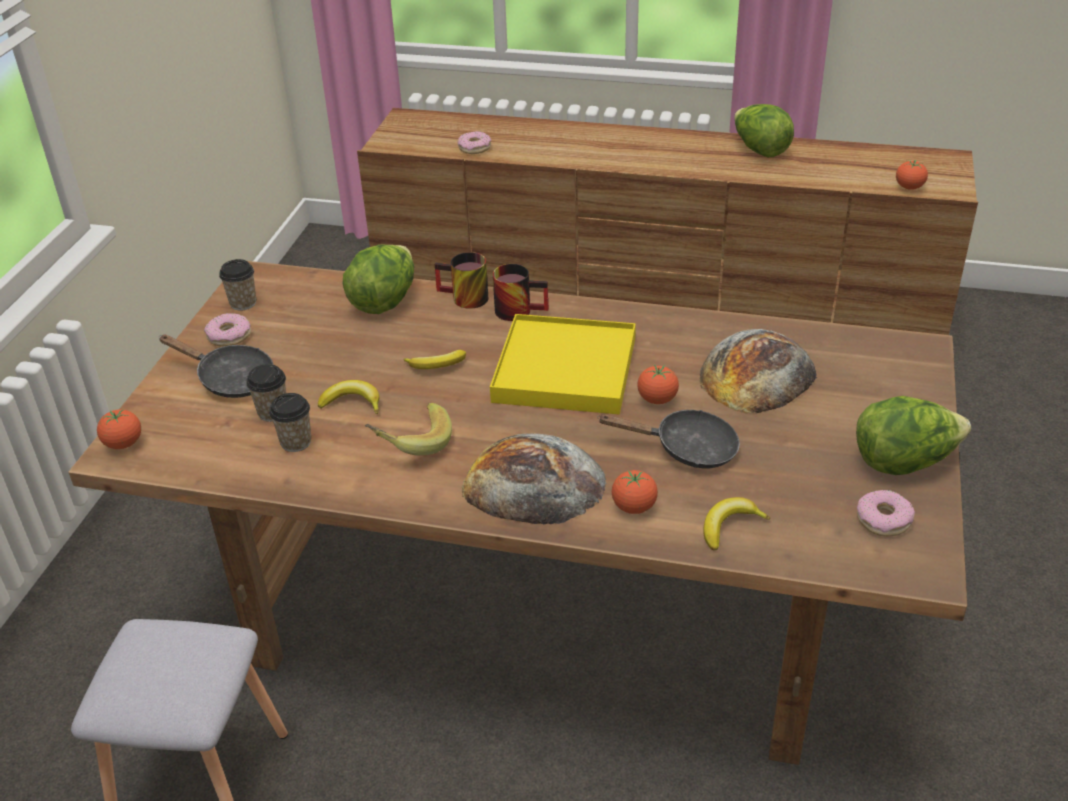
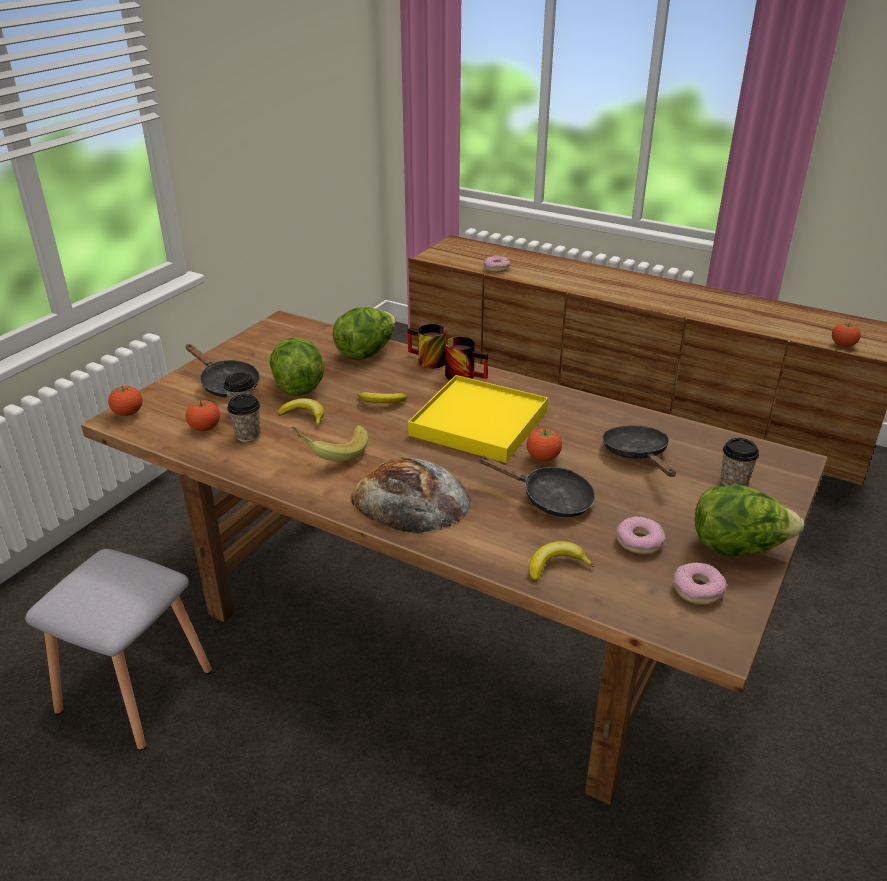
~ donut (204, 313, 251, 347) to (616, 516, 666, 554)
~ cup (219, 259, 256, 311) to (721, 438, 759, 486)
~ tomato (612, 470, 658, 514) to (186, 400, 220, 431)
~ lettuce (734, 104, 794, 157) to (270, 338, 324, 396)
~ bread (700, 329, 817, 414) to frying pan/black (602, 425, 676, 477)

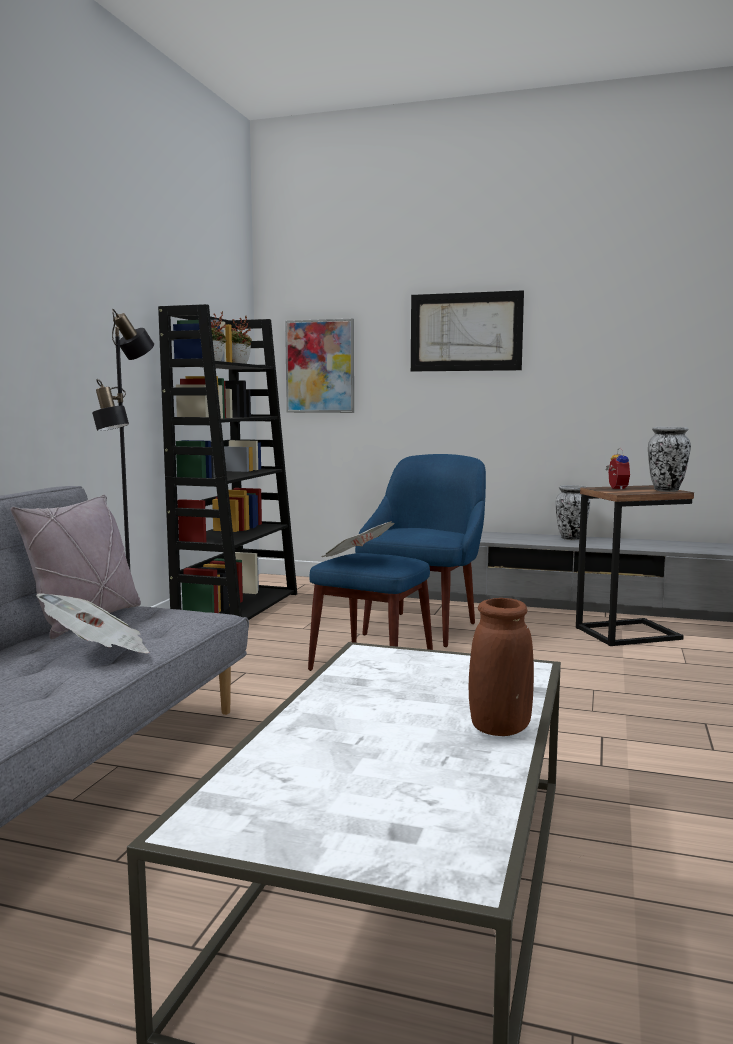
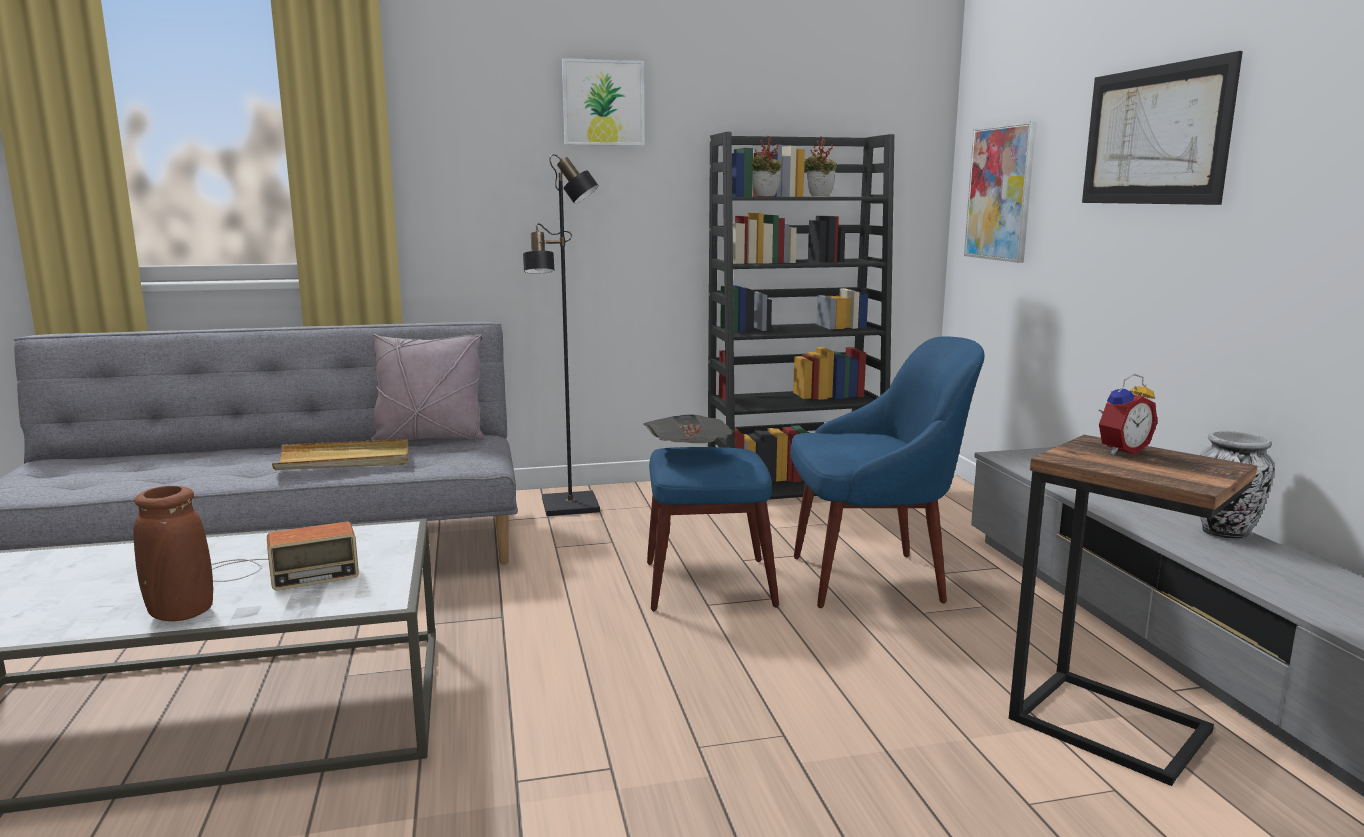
- vase (648, 427, 691, 492)
+ radio (211, 522, 359, 590)
+ picture (562, 58, 645, 146)
~ newspaper (36, 593, 149, 653) to tray/beige (272, 439, 408, 470)

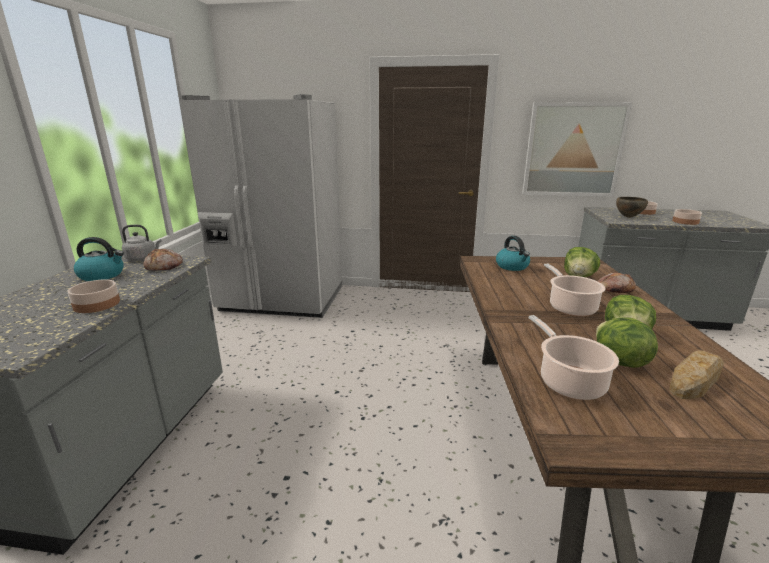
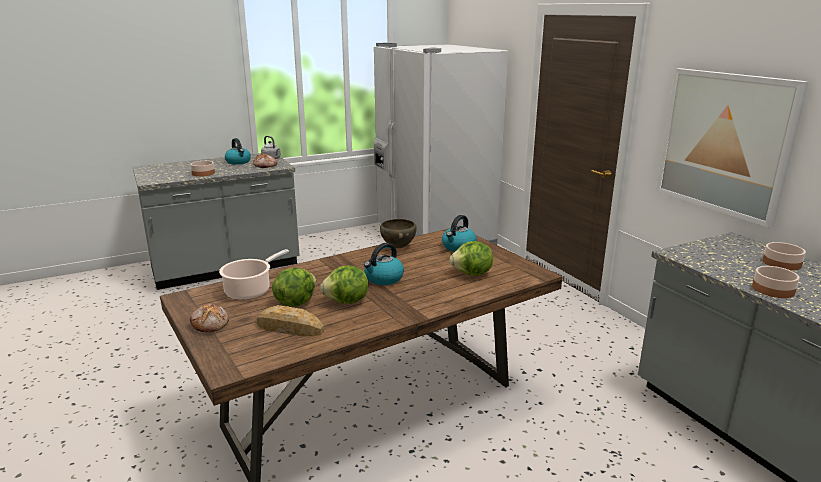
~ bread (598, 272, 636, 293) to (190, 304, 229, 332)
~ bowl/brown (616, 197, 648, 218) to (380, 219, 416, 248)
~ cooking pot (544, 264, 605, 316) to kettle (364, 243, 404, 285)

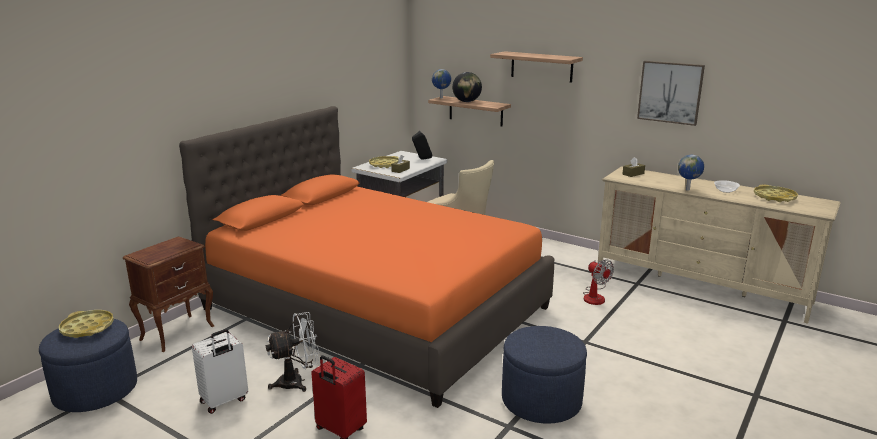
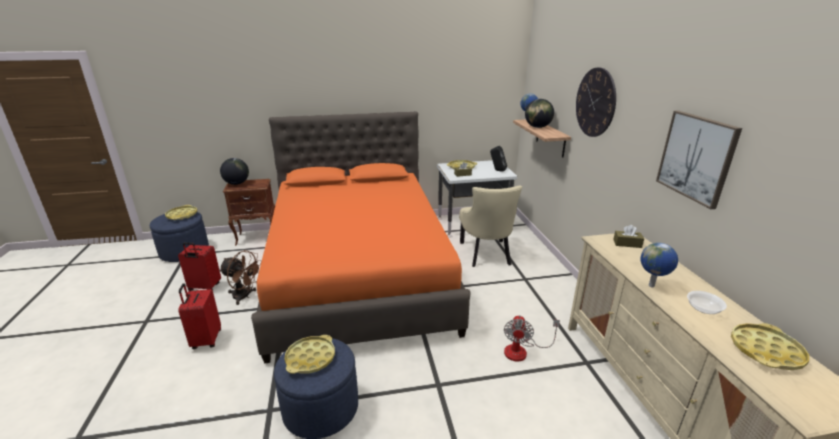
+ globe (220, 158, 249, 185)
+ tray/yellow (285, 335, 335, 374)
~ shelf (490, 51, 583, 83) to wall clock (576, 68, 616, 137)
~ suitcase/white (192, 329, 248, 414) to suitcase/red (178, 242, 221, 291)
~ fan/white (266, 312, 319, 392) to fan/brown (219, 250, 261, 305)

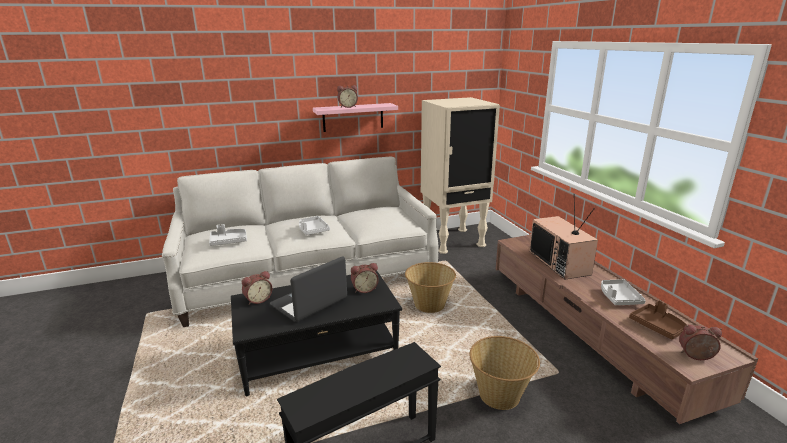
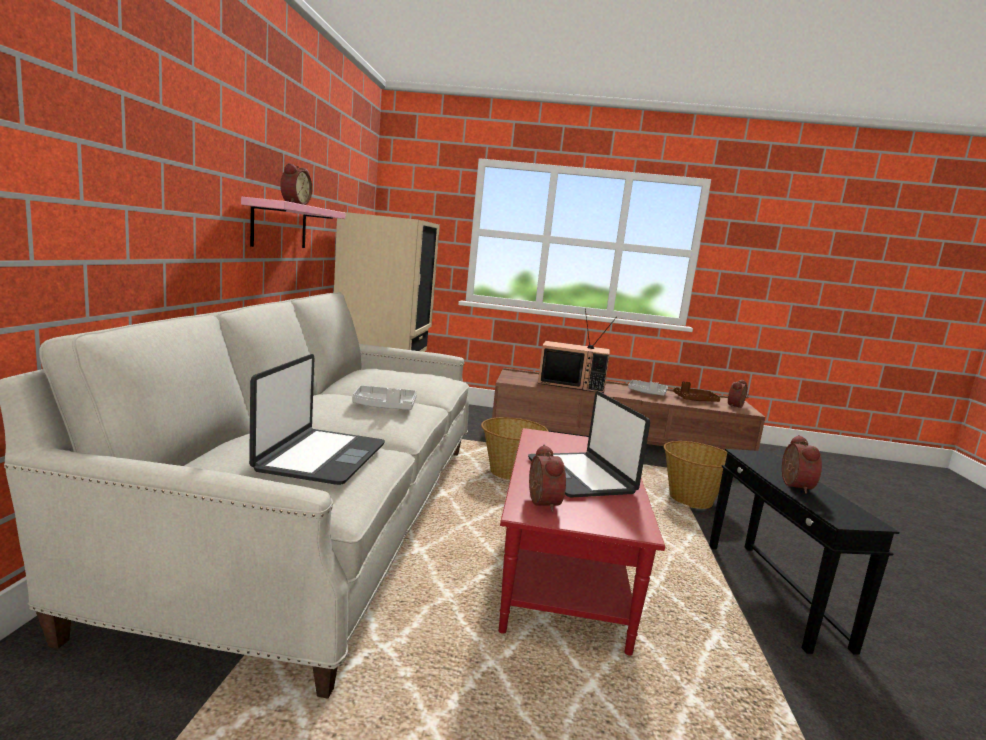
~ alarm clock (351, 263, 379, 293) to (782, 435, 822, 494)
~ tray/grey (209, 224, 247, 246) to laptop (249, 354, 385, 485)
~ coffee table/black (231, 271, 402, 396) to coffee table/red (499, 428, 665, 656)

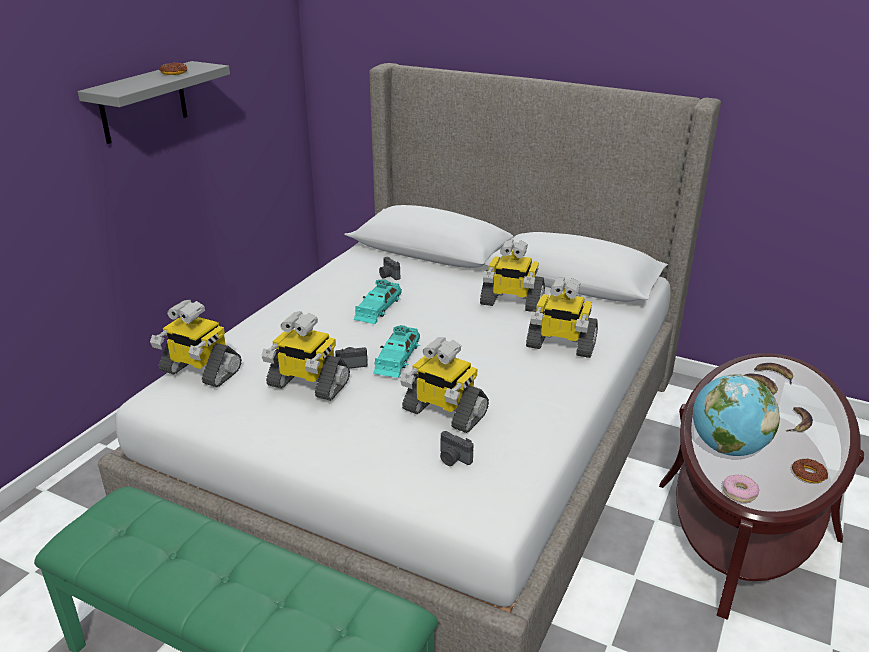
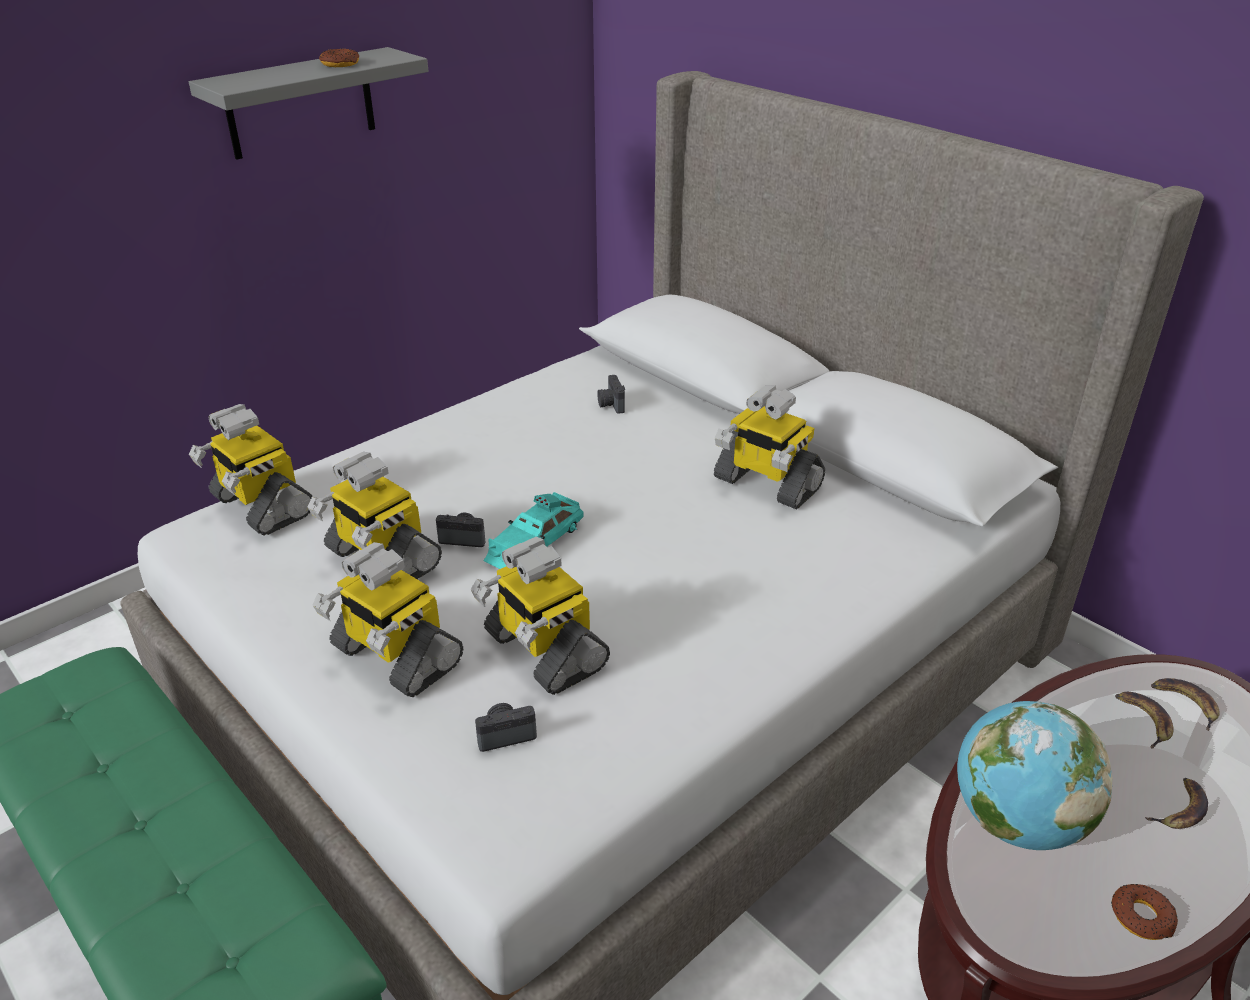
- toy car/turquoise (353, 279, 402, 324)
- donut (723, 475, 759, 503)
~ toy robot (526, 277, 598, 358) to (313, 542, 463, 697)
~ photo camera (440, 431, 473, 466) = (475, 703, 537, 752) 105 degrees clockwise

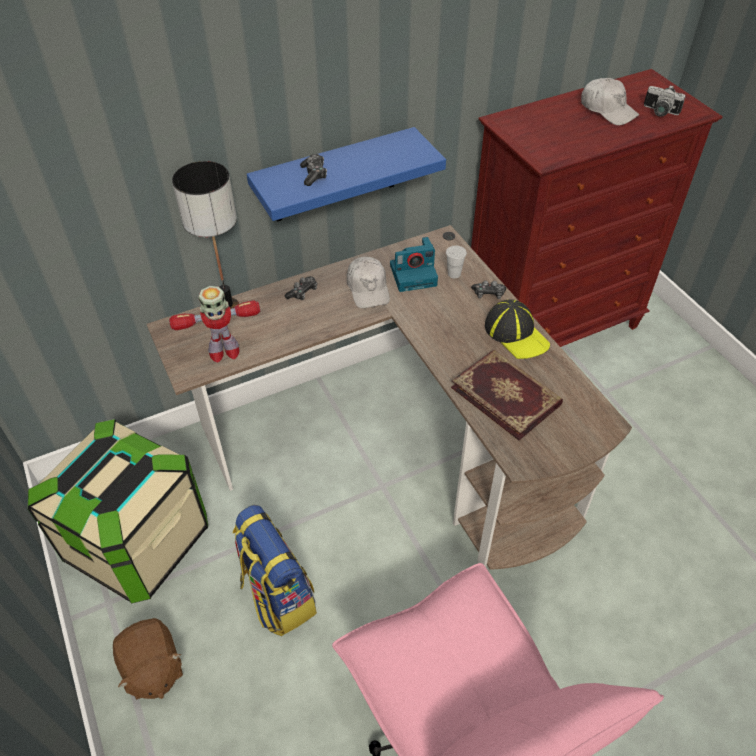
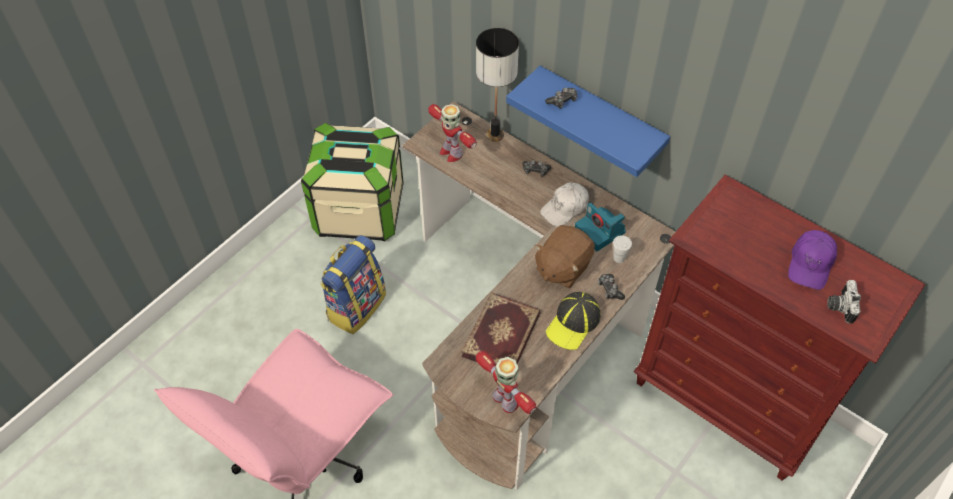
+ toy robot (475, 351, 536, 414)
~ plush toy/brown (113, 618, 183, 699) to (534, 225, 595, 288)
~ cap/white (581, 78, 639, 125) to cap/purple (788, 230, 837, 290)

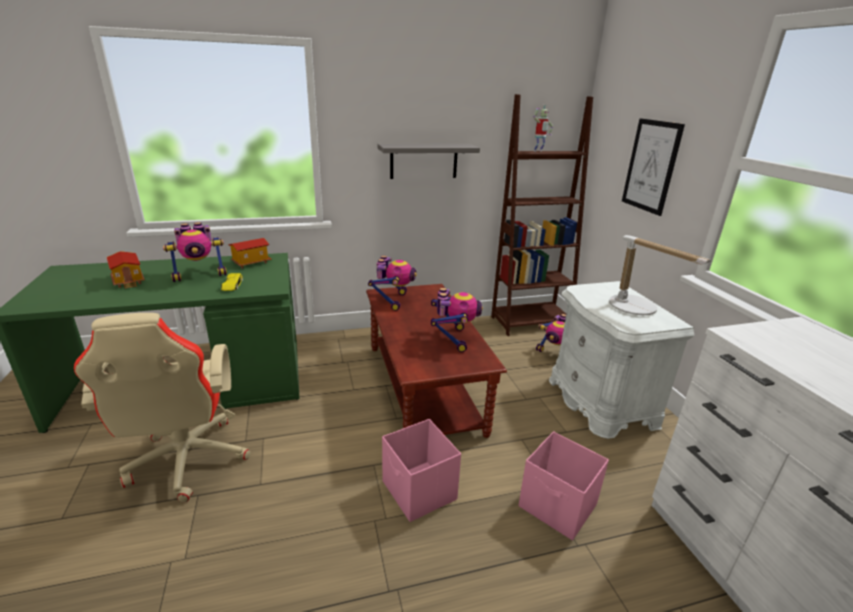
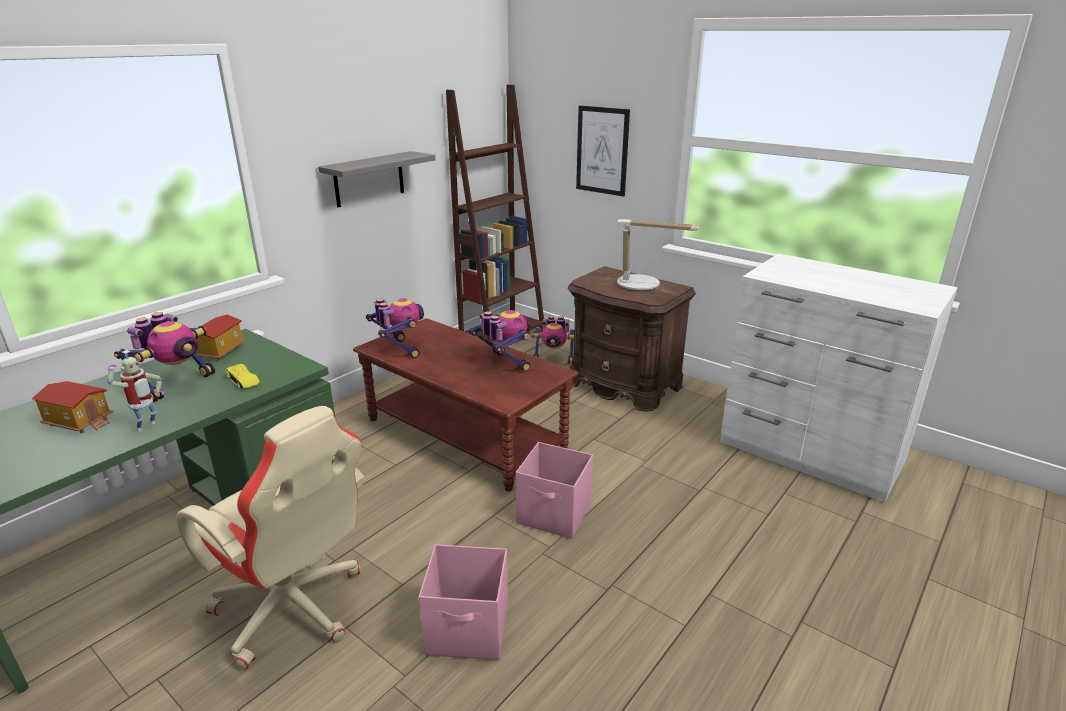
~ storage box/pink (519, 431, 609, 540) to (419, 544, 508, 660)
~ toy robot (534, 105, 553, 152) to (107, 350, 164, 432)
~ nightstand/white (549, 281, 695, 439) to nightstand/brown (568, 266, 696, 412)

